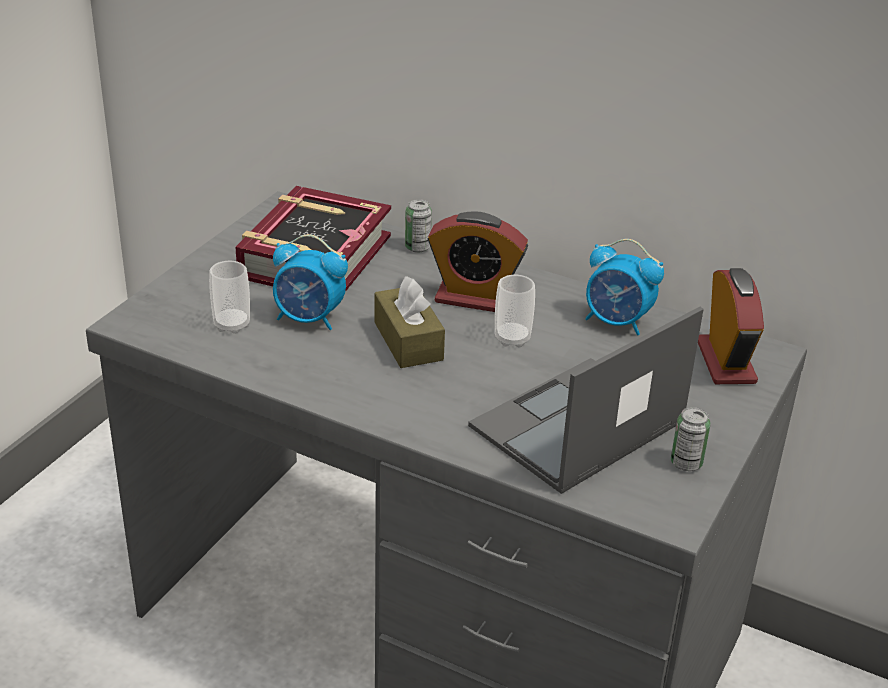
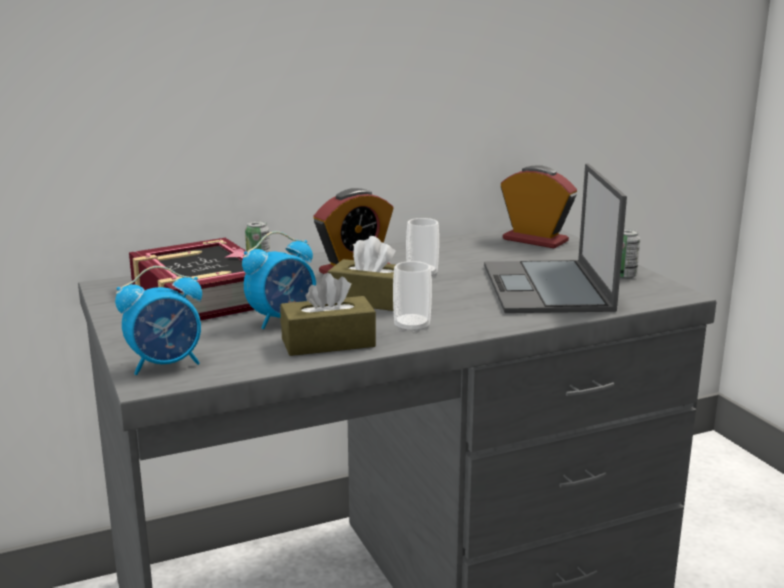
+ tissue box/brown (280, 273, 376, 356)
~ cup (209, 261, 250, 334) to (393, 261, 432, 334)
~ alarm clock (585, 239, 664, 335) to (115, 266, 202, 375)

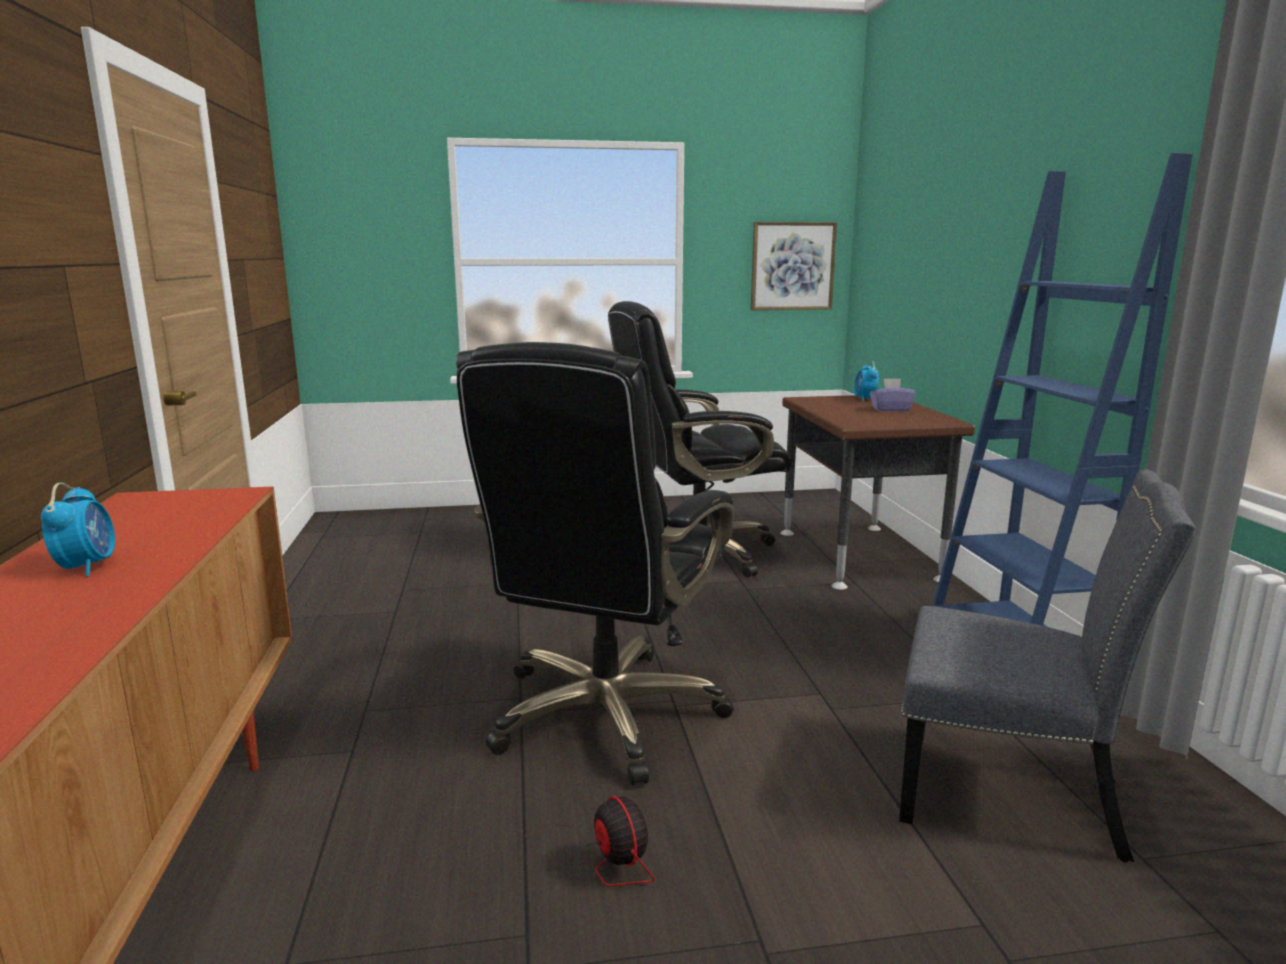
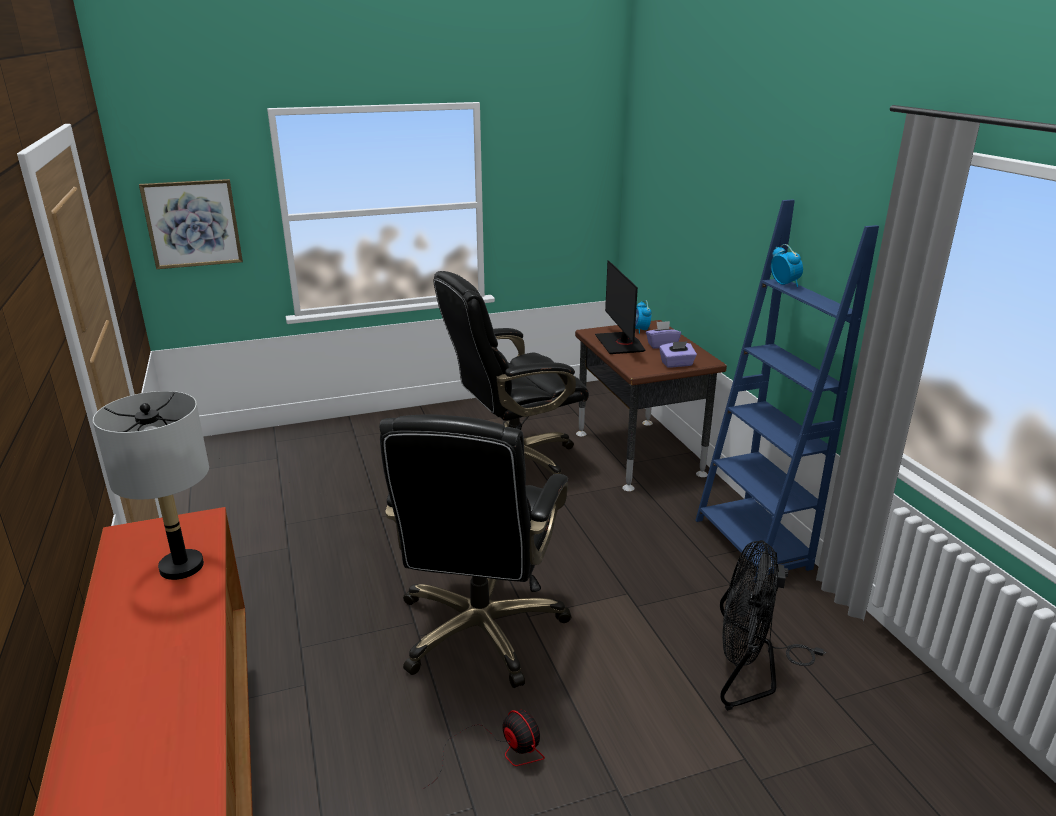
+ table lamp/grey (93, 391, 209, 580)
+ monitor (595, 260, 645, 354)
+ tissue box/purple (659, 341, 697, 368)
~ alarm clock (41, 483, 115, 577) to (771, 244, 803, 287)
~ picture (751, 222, 837, 310) to (139, 179, 243, 269)
~ chair/grey (899, 470, 1196, 862) to fan/black (720, 540, 826, 711)

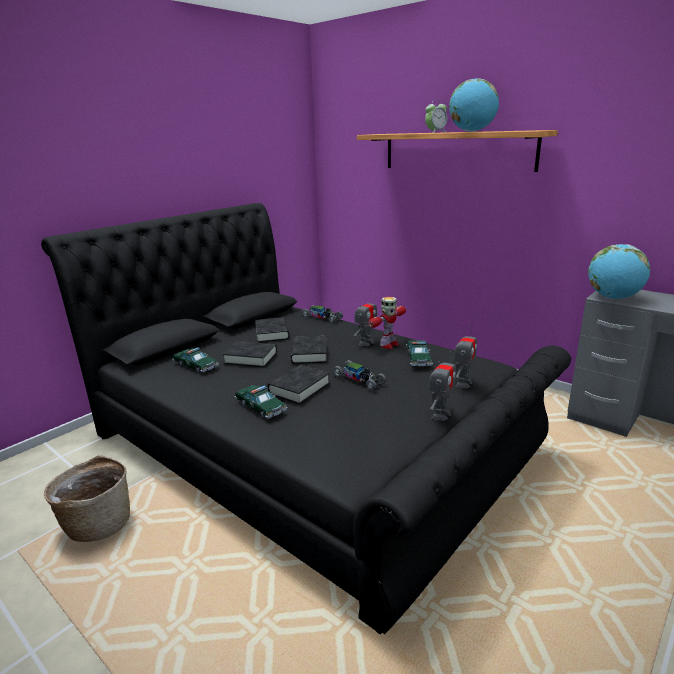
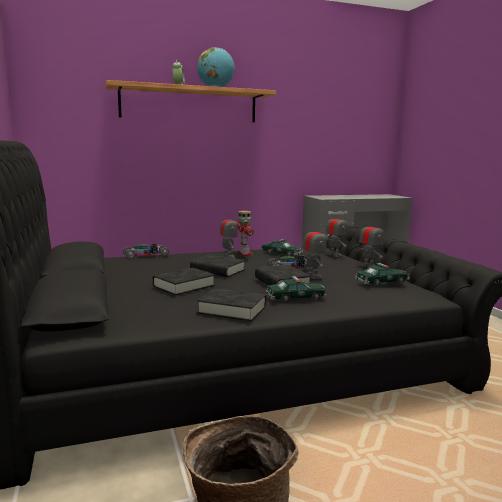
- globe (588, 244, 650, 299)
+ toy robot (303, 222, 327, 279)
~ toy car (173, 347, 219, 373) to (355, 263, 410, 286)
~ book/black (255, 317, 290, 342) to (197, 288, 266, 321)

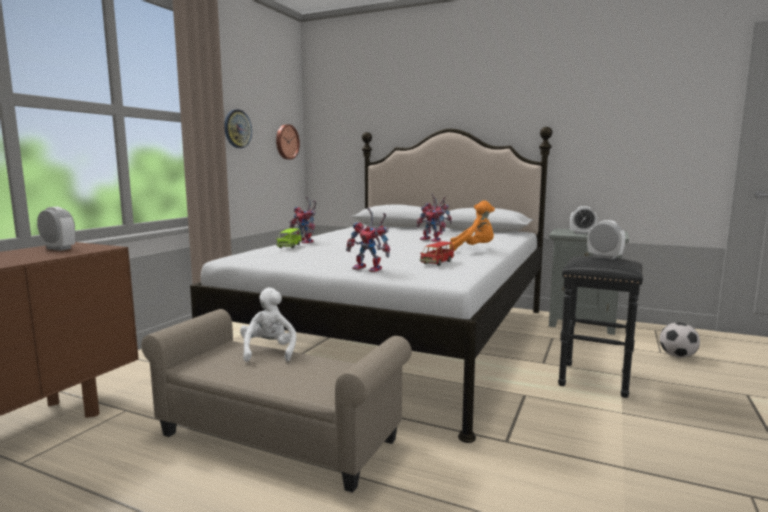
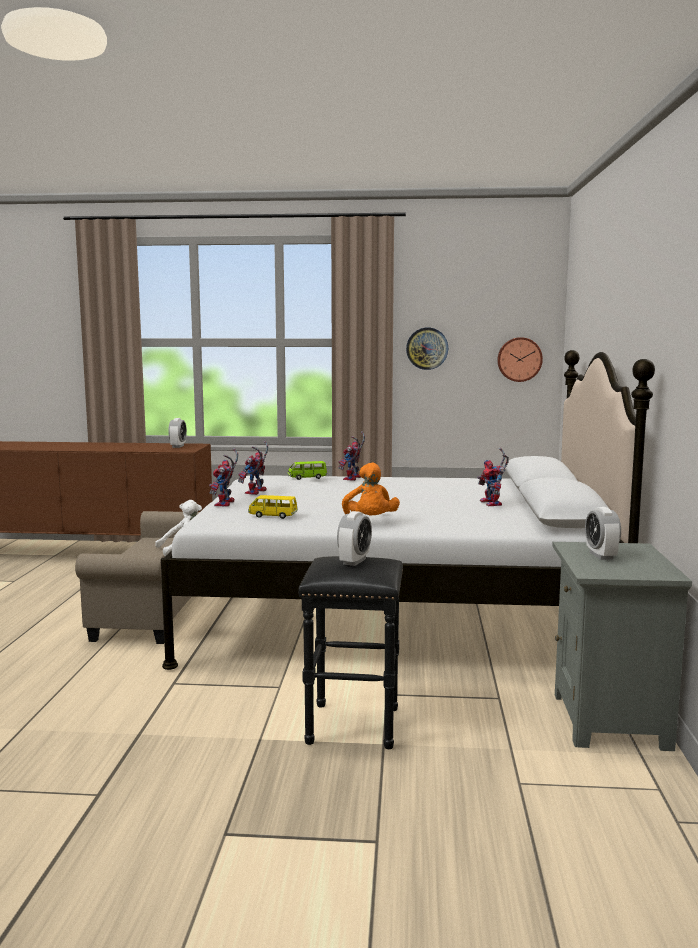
- football (660, 322, 700, 358)
~ toy robot (416, 196, 446, 242) to (238, 441, 268, 495)
~ toy car/red (420, 241, 454, 266) to toy car/yellow (248, 495, 298, 519)

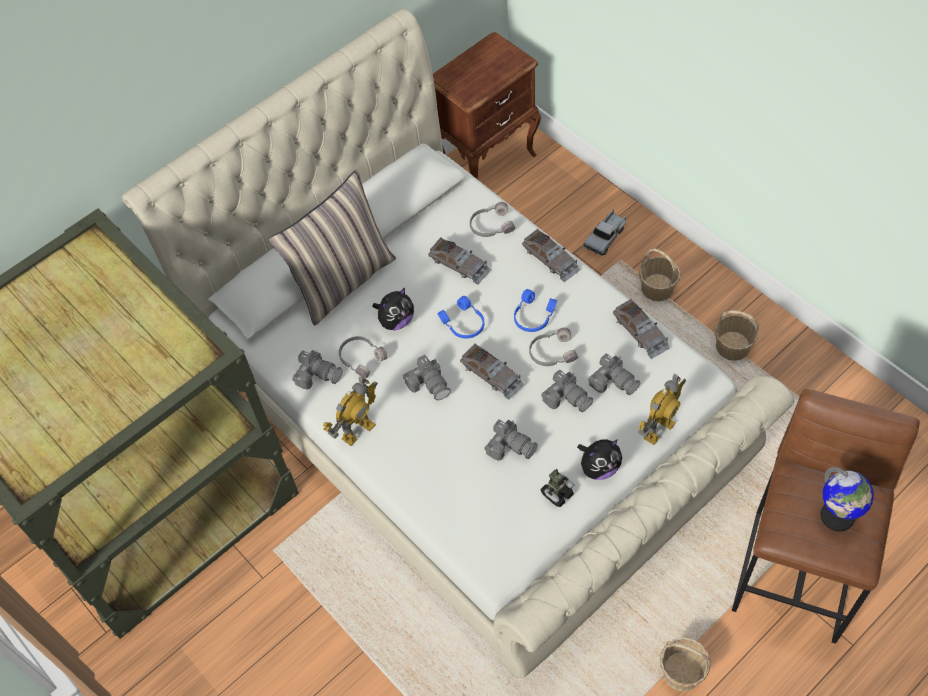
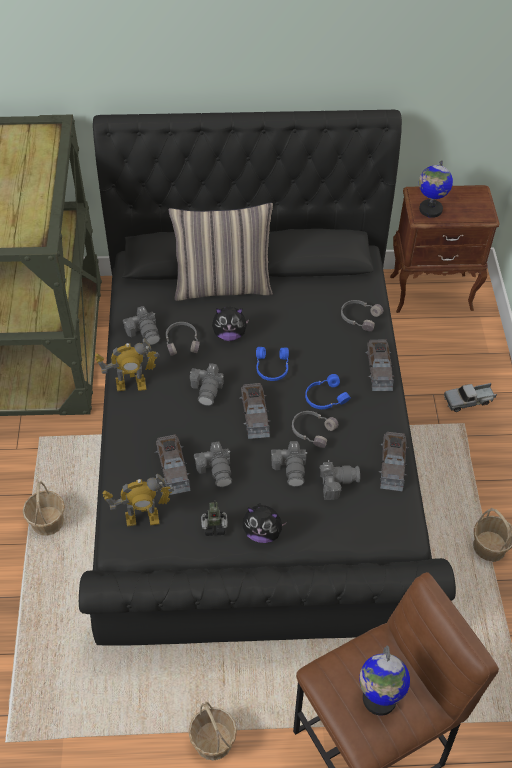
+ globe (419, 160, 453, 218)
~ toy car/grey (428, 237, 491, 284) to (155, 434, 191, 495)
~ toy robot (638, 374, 686, 445) to (102, 473, 174, 526)
~ basket (639, 248, 681, 301) to (23, 481, 65, 536)
~ bed/beige (122, 9, 794, 679) to bed/black (79, 110, 456, 646)
~ photo camera (588, 353, 640, 395) = (319, 460, 360, 500) 90 degrees counterclockwise

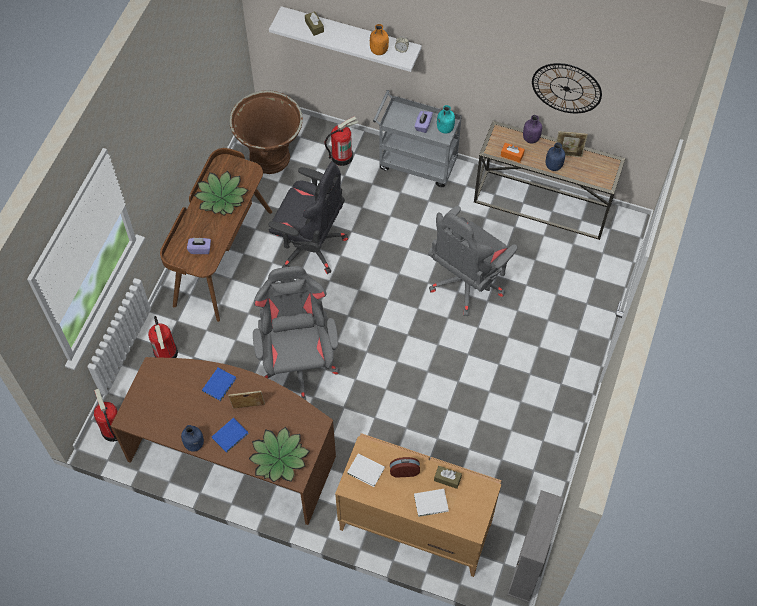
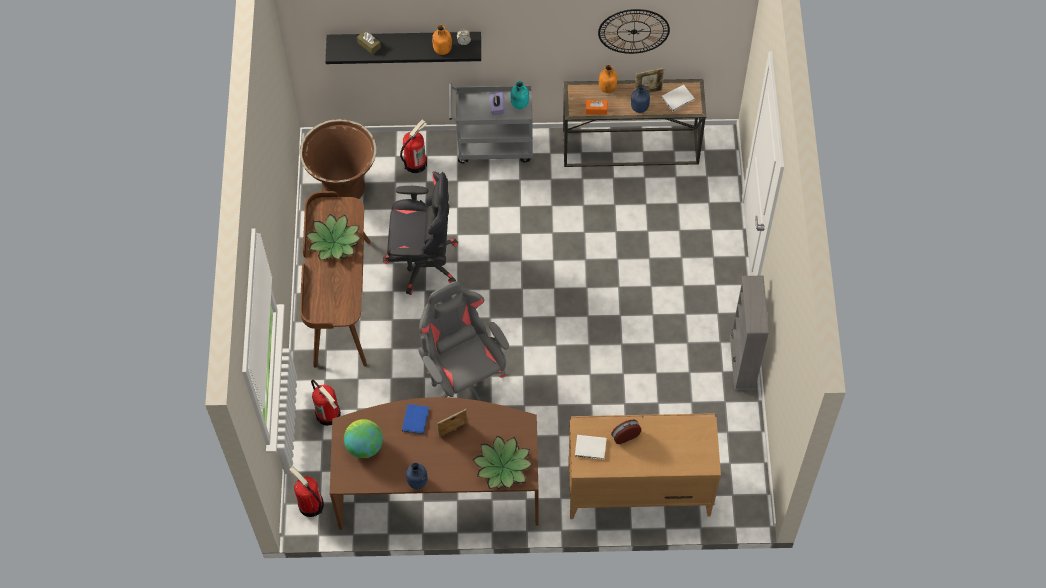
- tissue box/purple (187, 238, 211, 254)
- book/blue (212, 418, 249, 453)
- office chair/grey (428, 206, 518, 316)
- tissue box/brown (434, 466, 462, 489)
+ globe (344, 419, 383, 458)
~ book/white (414, 489, 449, 517) to (662, 85, 695, 112)
~ bookcase/grey (507, 490, 564, 603) to (730, 275, 769, 391)
~ shelf/white (269, 6, 422, 72) to shelf/black (325, 32, 481, 64)
~ bottle/purple (523, 115, 542, 143) to bottle/orange (599, 65, 617, 93)

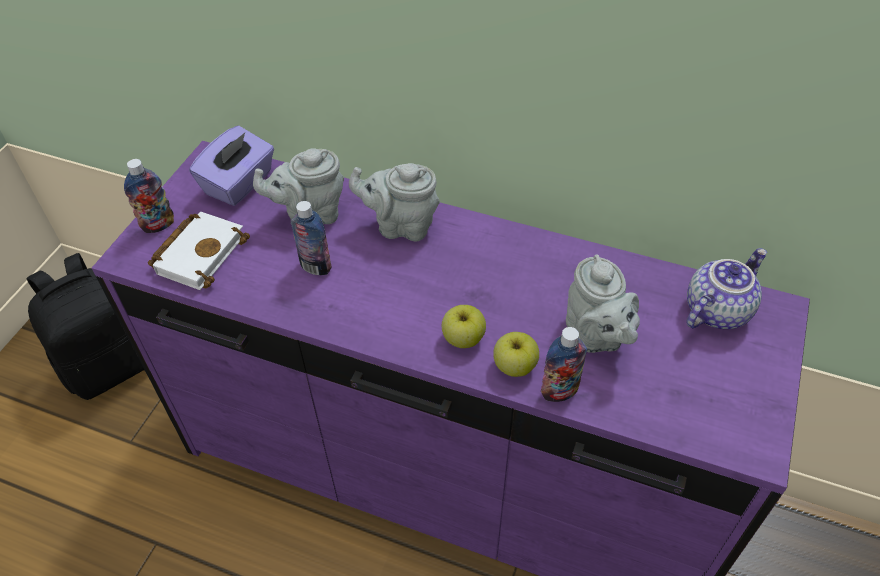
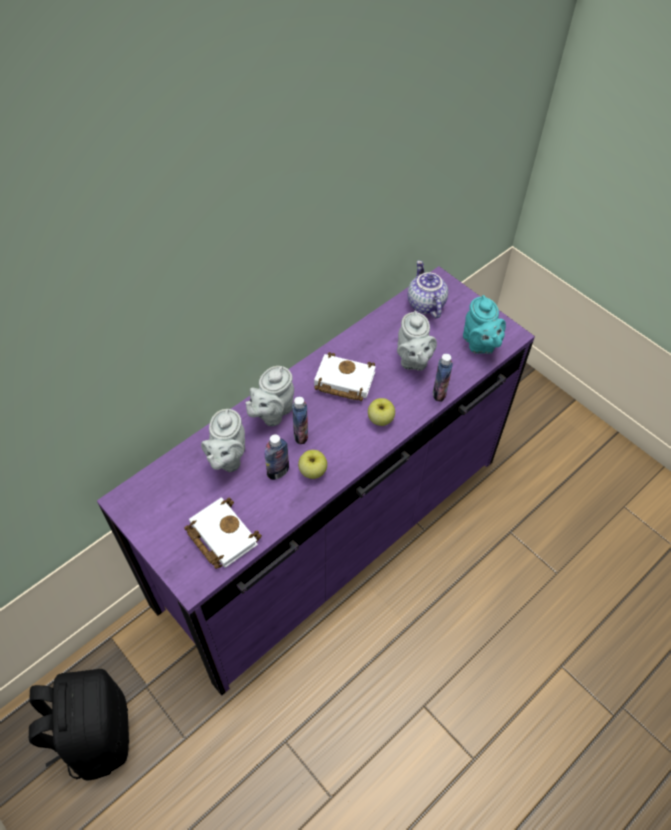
- tissue box/purple (189, 125, 274, 206)
+ book/white (314, 352, 376, 401)
+ teapot/turquoise (463, 295, 506, 354)
~ bottle (124, 159, 174, 233) to (292, 397, 308, 444)
~ apple (493, 332, 539, 377) to (298, 450, 327, 479)
~ teapot/grey (566, 254, 640, 353) = (397, 311, 437, 371) 75 degrees clockwise

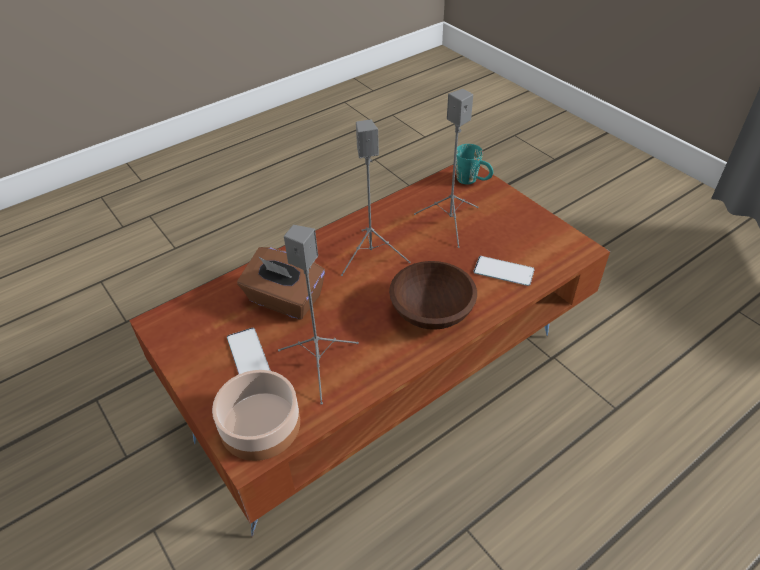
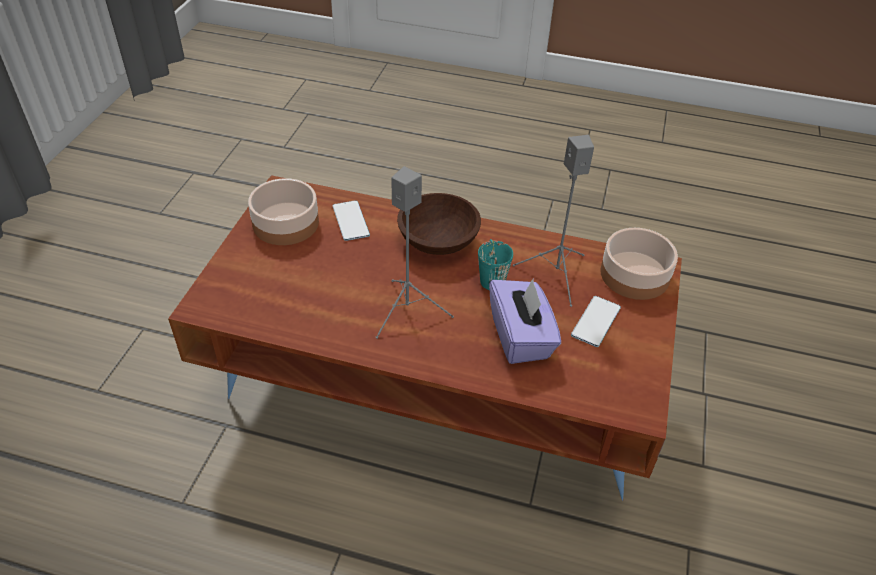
- speaker/grey (414, 89, 478, 248)
+ bowl (248, 178, 319, 245)
~ mug/turquoise (456, 144, 493, 184) to (478, 239, 513, 290)
~ tissue box/brown (237, 247, 325, 319) to tissue box/purple (489, 279, 561, 364)

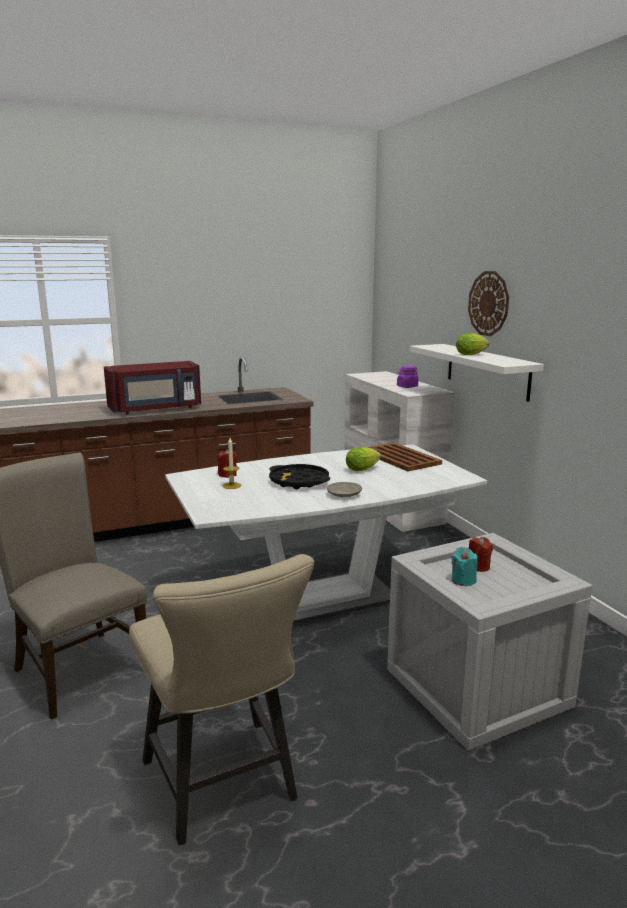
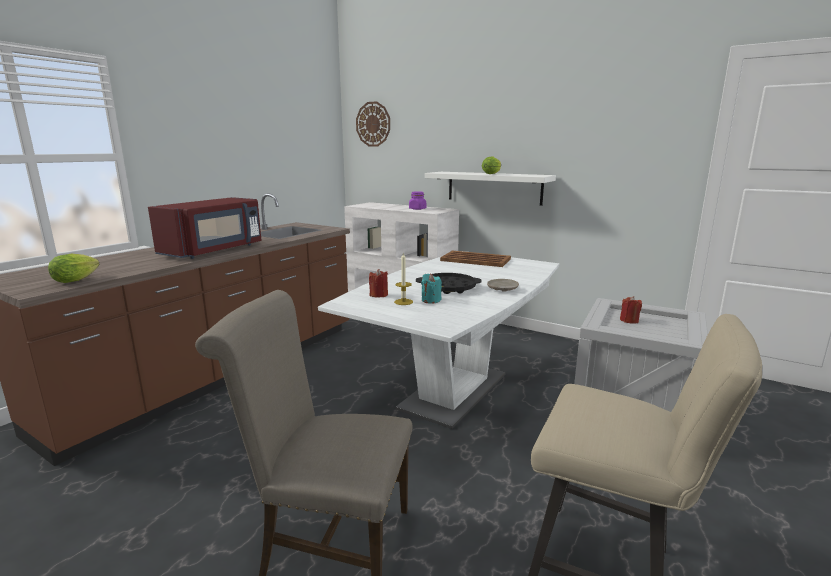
~ lettuce (346, 447, 381, 471) to (48, 254, 99, 283)
~ candle/turquoise (451, 547, 478, 586) to (421, 274, 442, 304)
~ wall clock (468, 271, 509, 336) to (356, 101, 390, 146)

